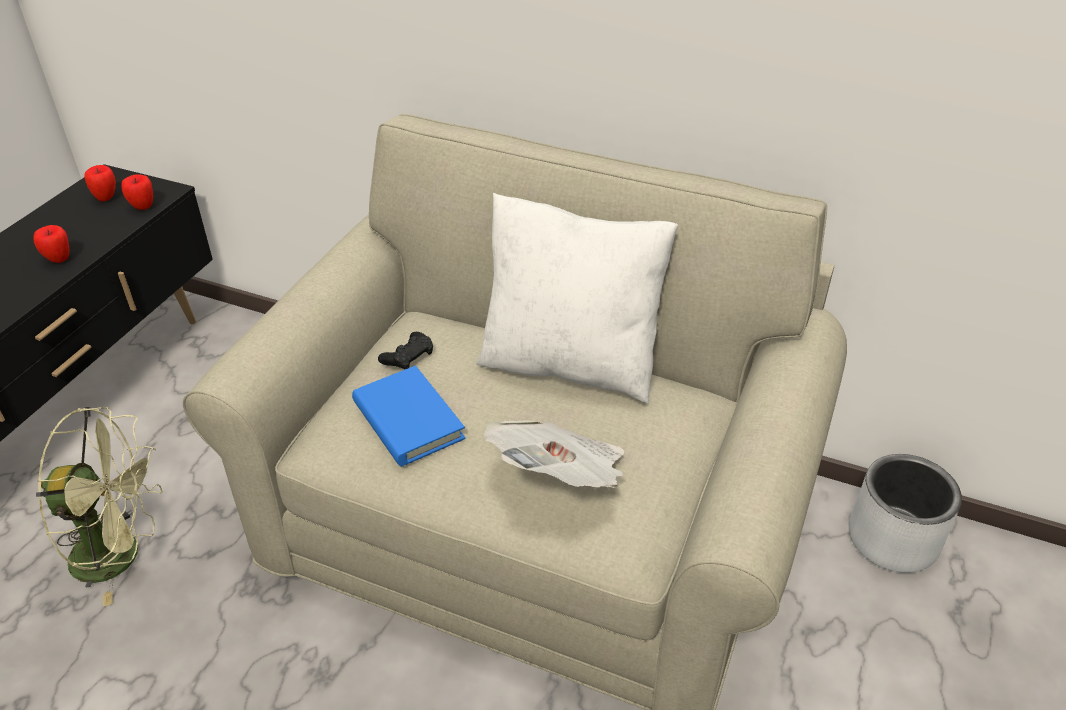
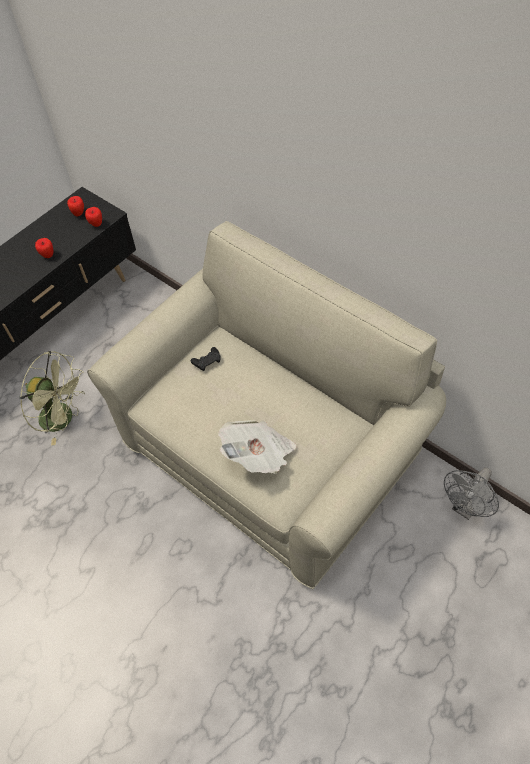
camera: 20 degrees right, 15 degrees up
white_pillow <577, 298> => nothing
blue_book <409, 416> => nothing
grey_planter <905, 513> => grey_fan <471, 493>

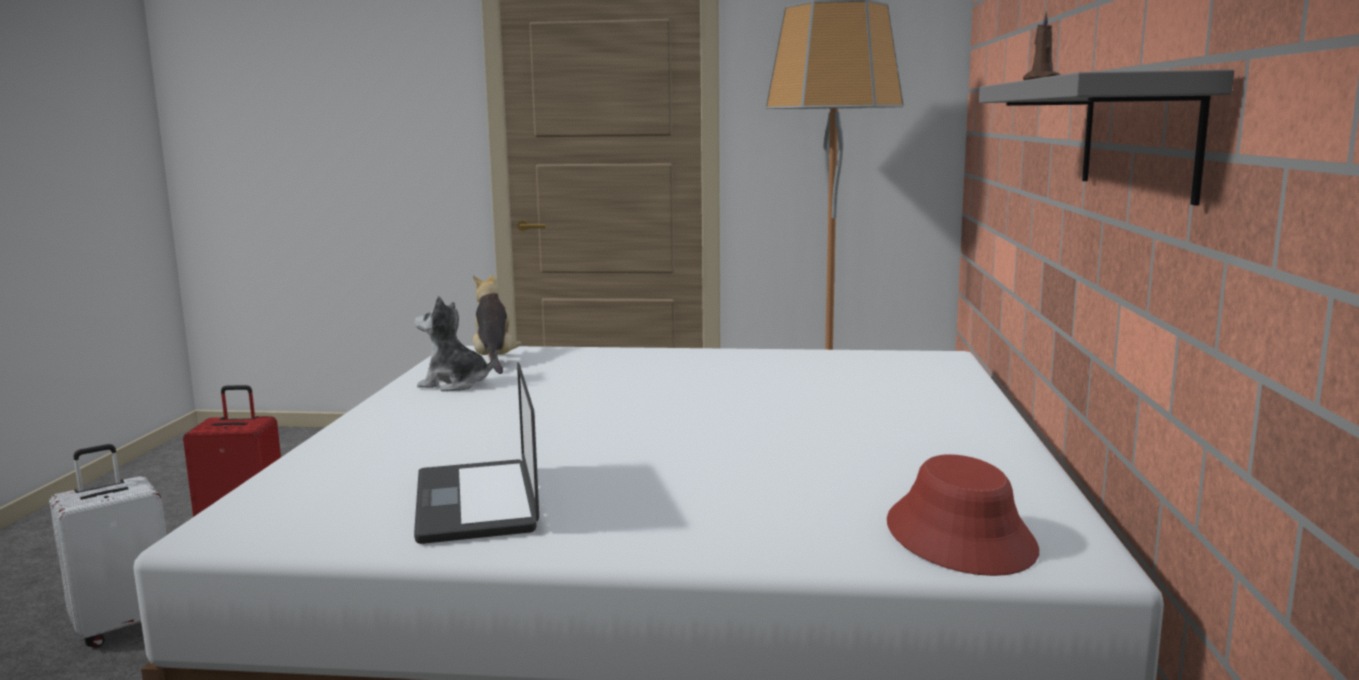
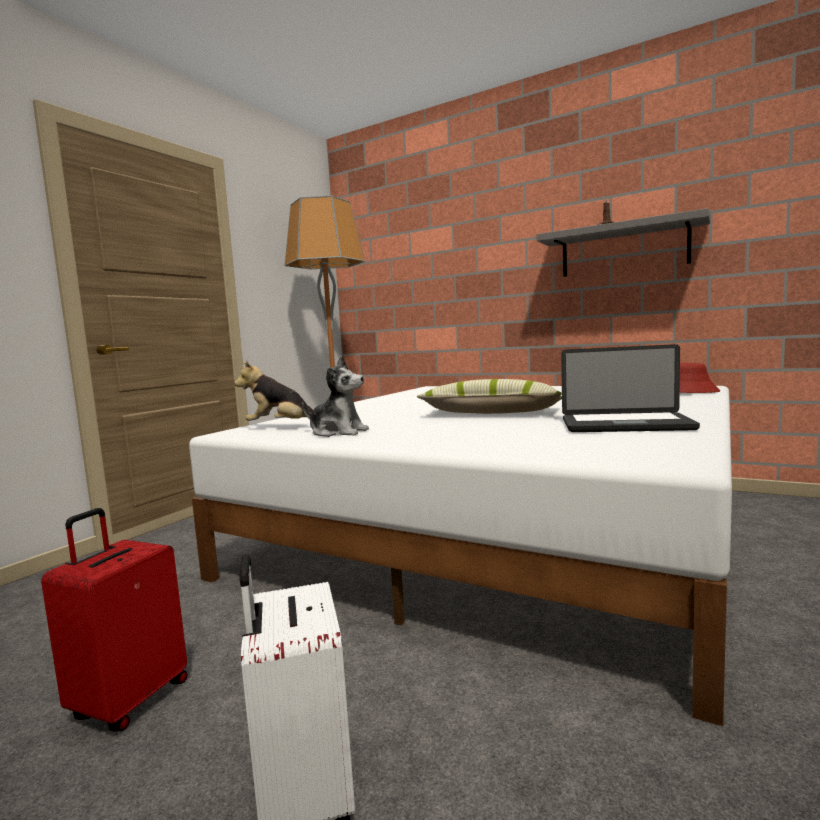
camera: 65 degrees left, 5 degrees down
plush_toy <456, 343> => plush_toy <335, 396>, 105 degrees counterclockwise
nothing => pillow <489, 396>

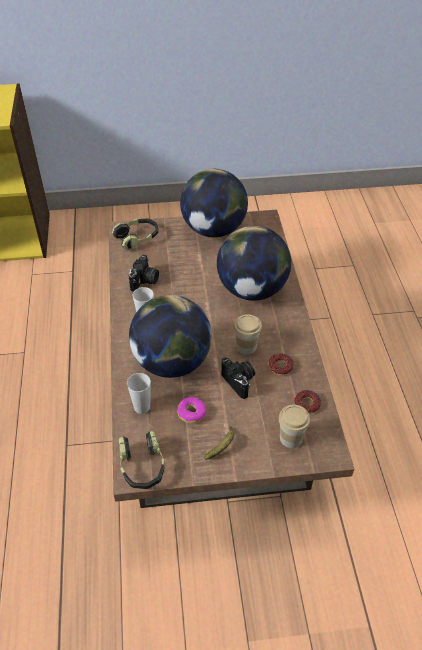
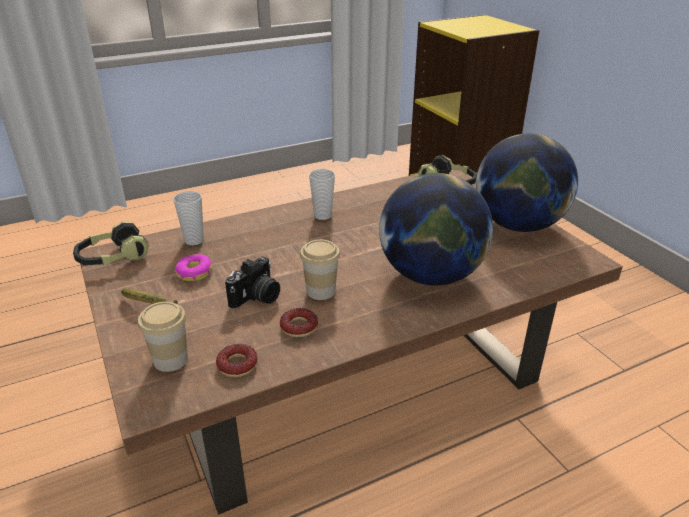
camera: 70 degrees right, 15 degrees down
photo_camera <143, 273> => nothing
globe <170, 336> => nothing

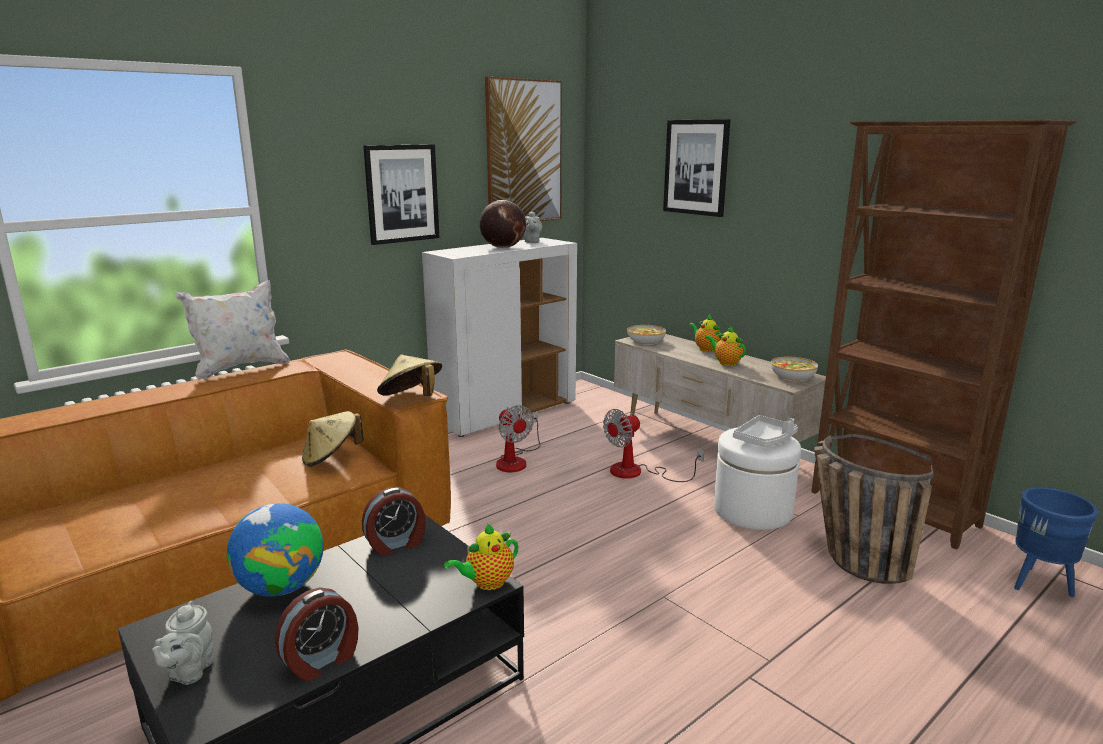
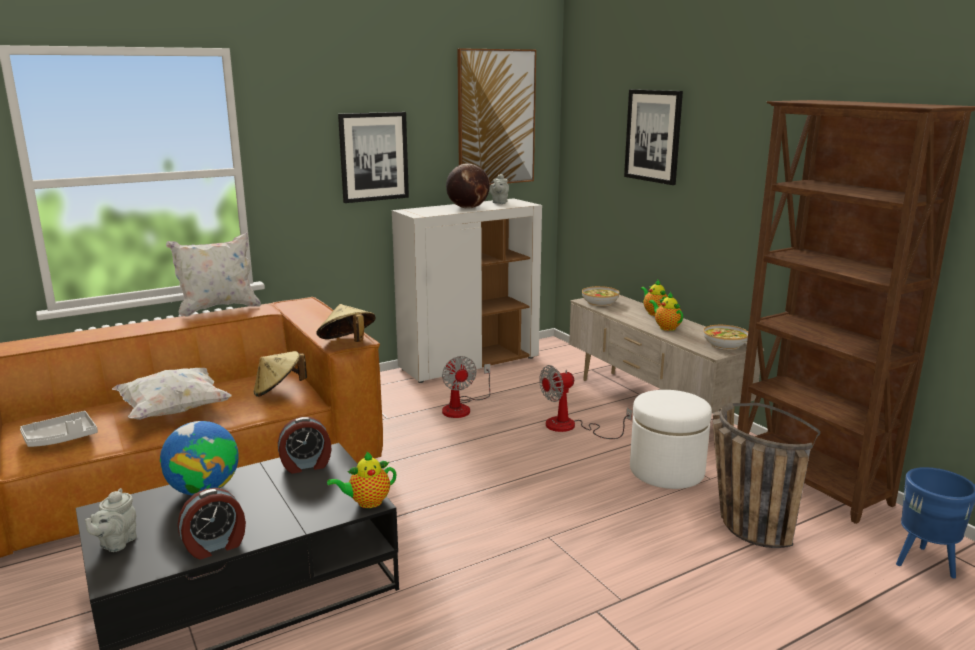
camera: 10 degrees right, 0 degrees up
grey_tray <765, 431> => grey_tray <59, 429>, move
nothing => white_pillow <172, 394>

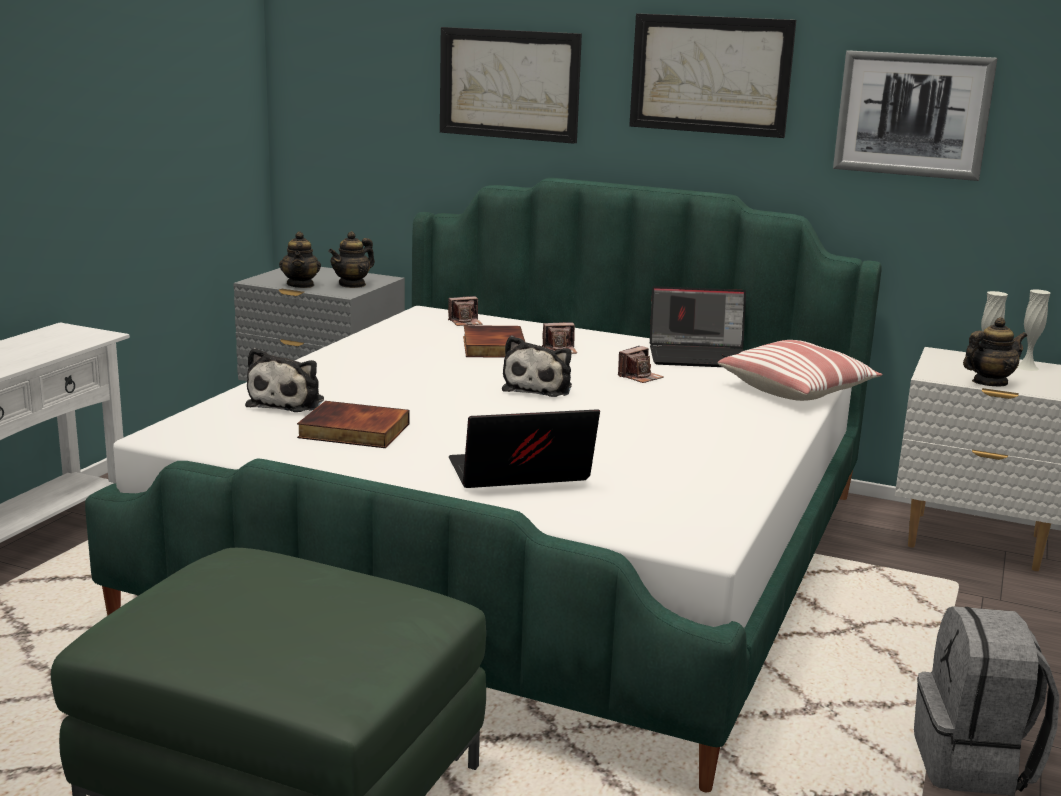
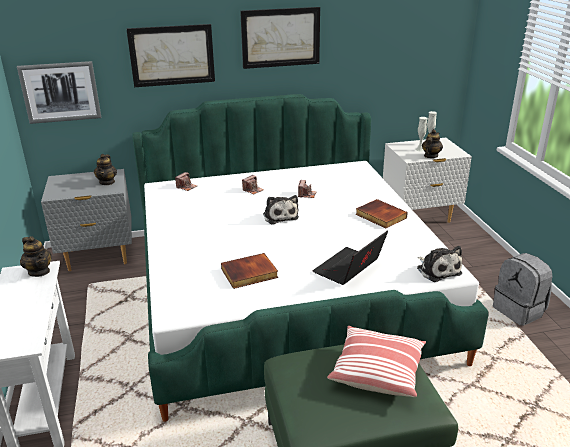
camera: 35 degrees left, 10 degrees up
picture <915, 115> => picture <59, 92>, move
teapot <300, 259> => teapot <36, 256>, move
laptop <698, 326> => nothing
book <494, 341> => book <382, 213>, move
pillow <800, 370> => pillow <376, 361>, move
plush_toy <284, 380> => plush_toy <439, 264>, move

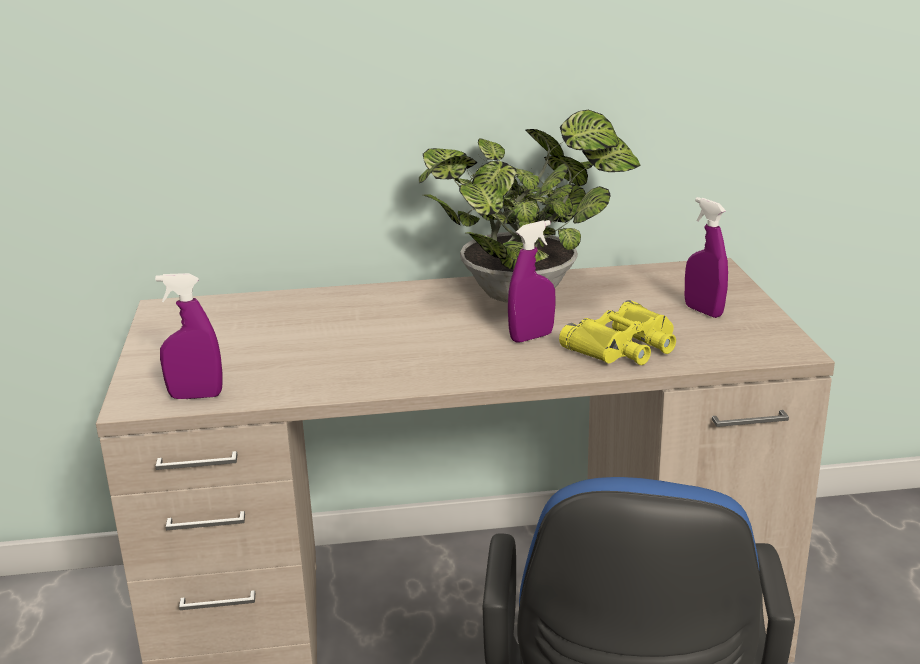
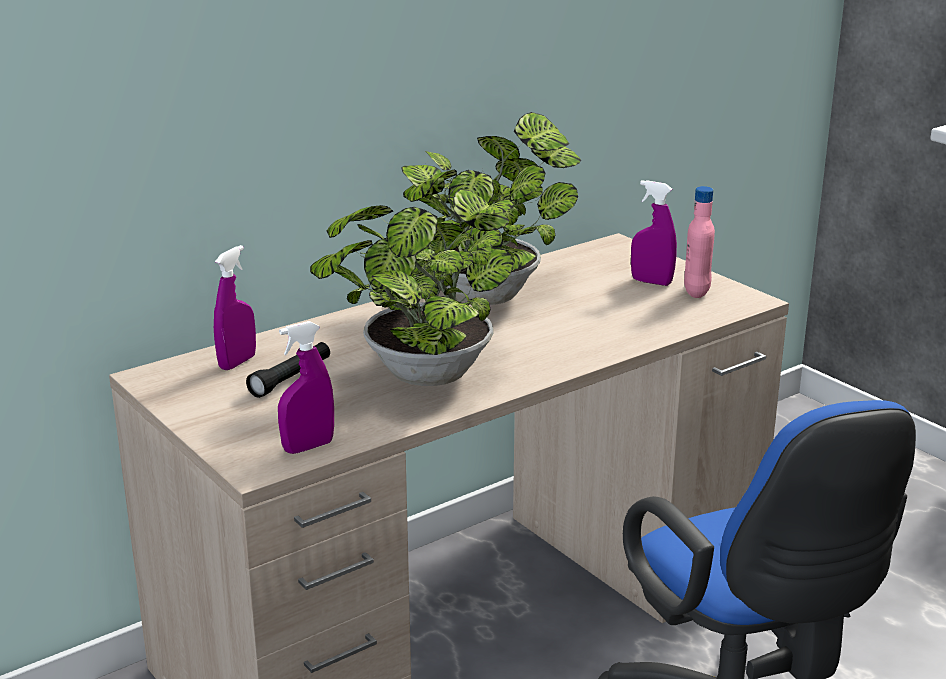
camera: 30 degrees left, 0 degrees up
purple_spray_bottle <532, 281> => purple_spray_bottle <235, 307>, move
yellow_binoculars <617, 332> => nothing
nothing => pink_bottle <699, 242>
nothing => potted_plant <412, 287>
nothing => black_flashlight <288, 370>

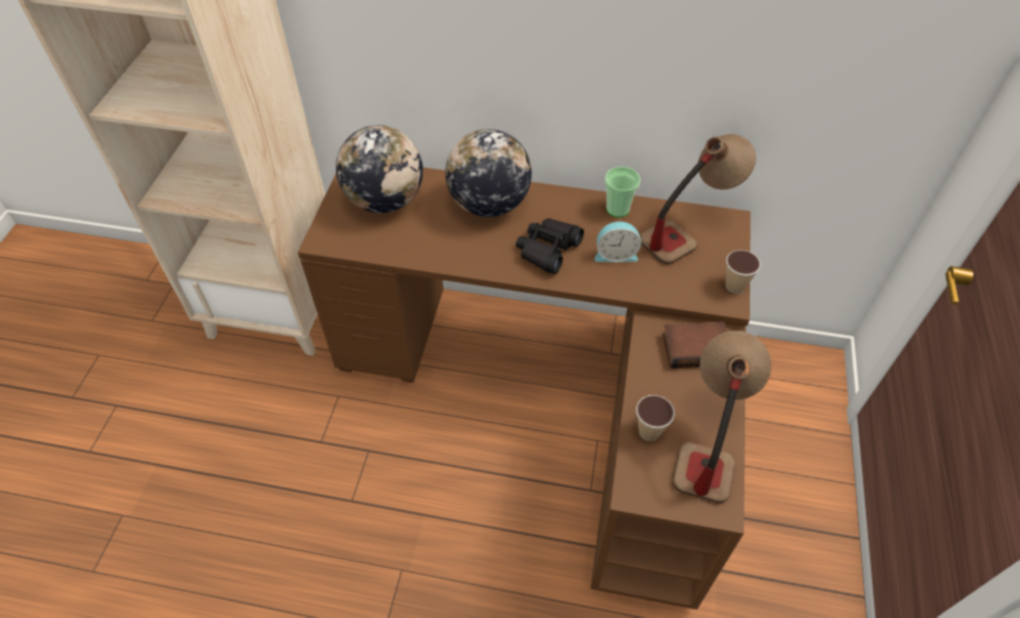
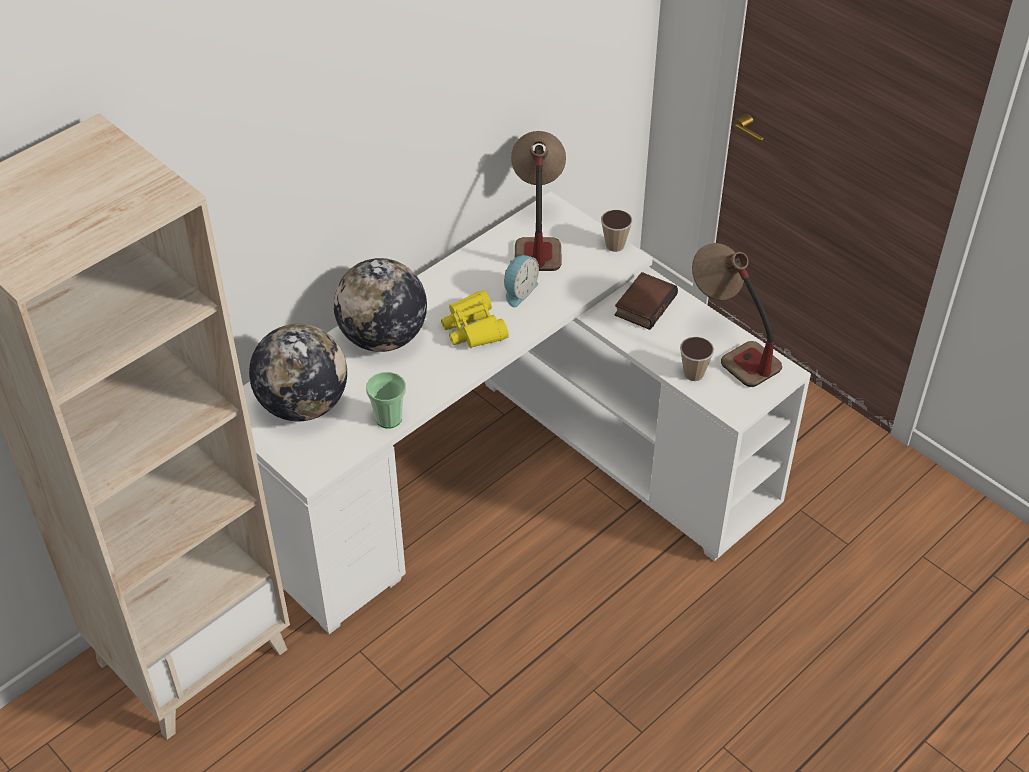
camera: 55 degrees left, 5 degrees down
brown_desk <524, 388> => white_desk <527, 412>
cup <622, 192> => cup <386, 400>, move
black_binoculars <550, 246> => yellow_binoculars <475, 319>

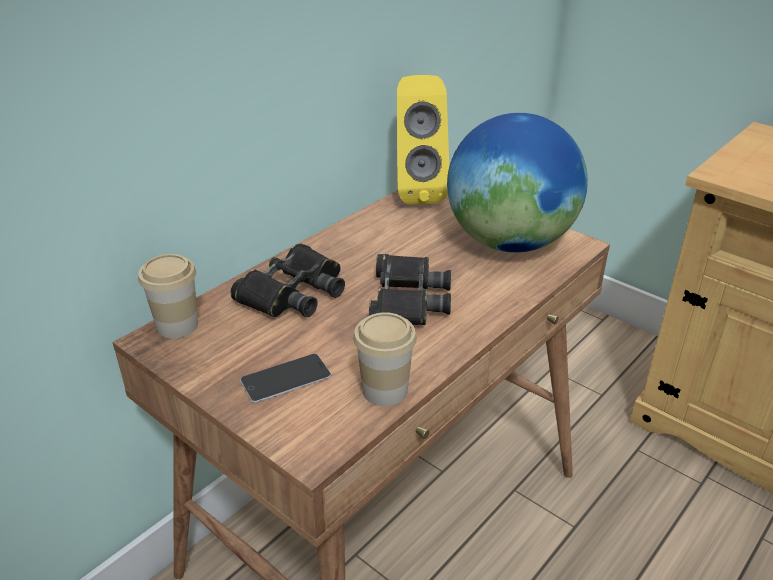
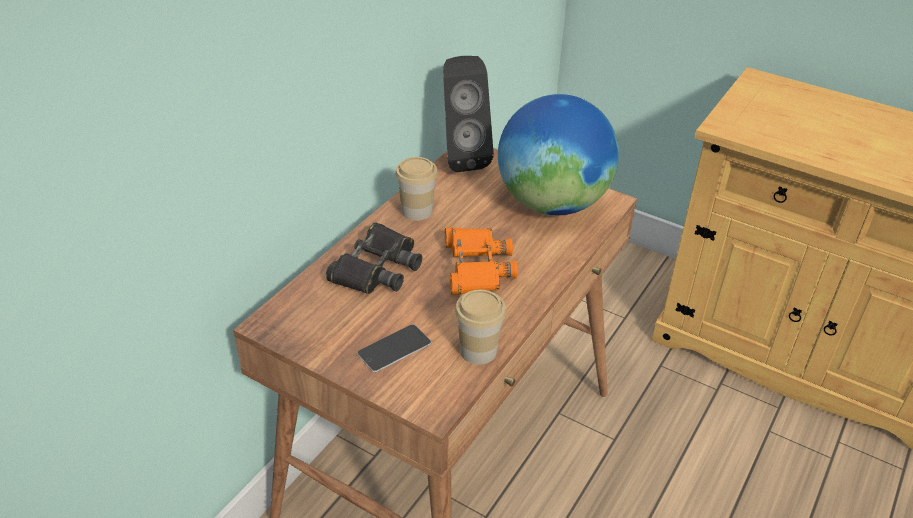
camera: 10 degrees left, 5 degrees up
yellow_speaker <423, 140> => black_speaker <468, 114>
cup <168, 296> => cup <416, 189>, move
black_binoculars <410, 289> => orange_binoculars <481, 261>

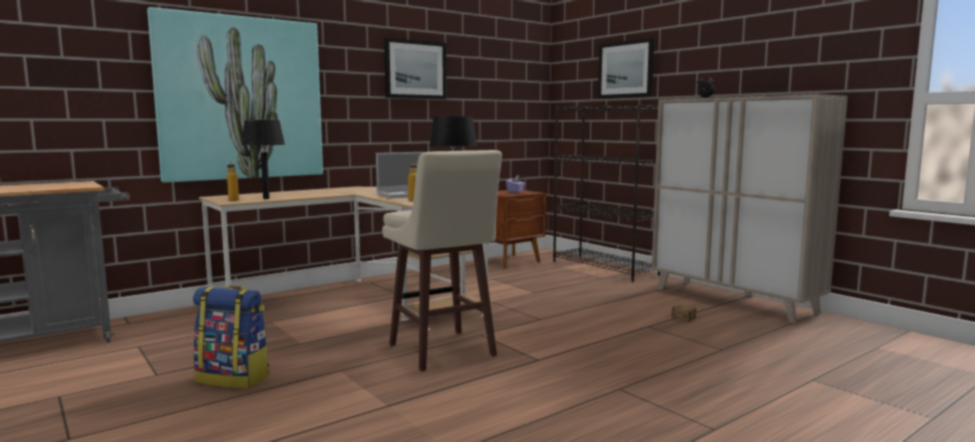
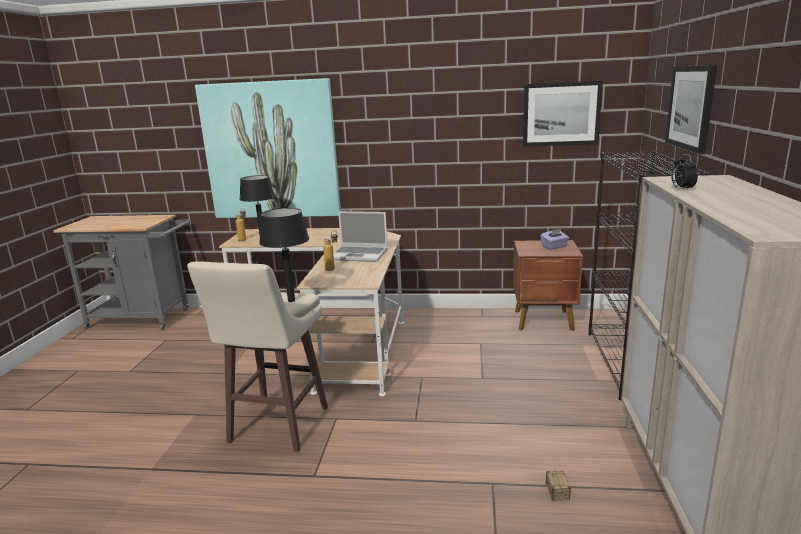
camera: 45 degrees right, 10 degrees up
picture <415, 68> => picture <563, 114>, move
backpack <231, 337> => nothing

